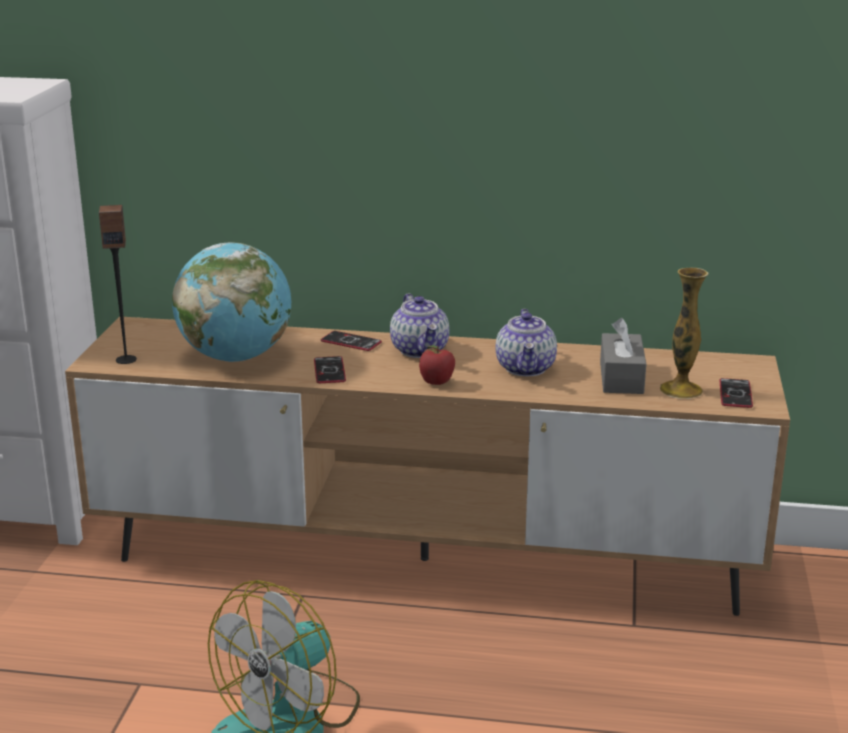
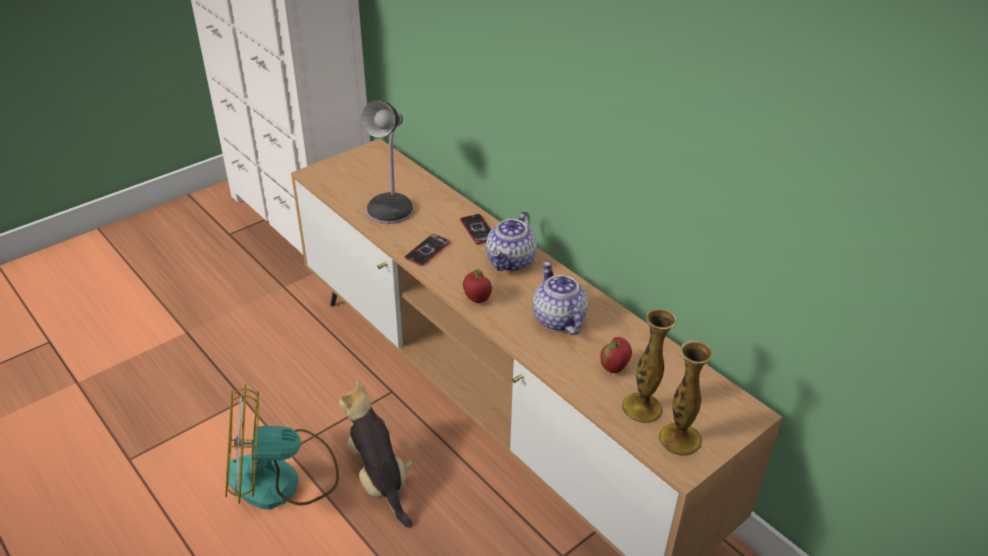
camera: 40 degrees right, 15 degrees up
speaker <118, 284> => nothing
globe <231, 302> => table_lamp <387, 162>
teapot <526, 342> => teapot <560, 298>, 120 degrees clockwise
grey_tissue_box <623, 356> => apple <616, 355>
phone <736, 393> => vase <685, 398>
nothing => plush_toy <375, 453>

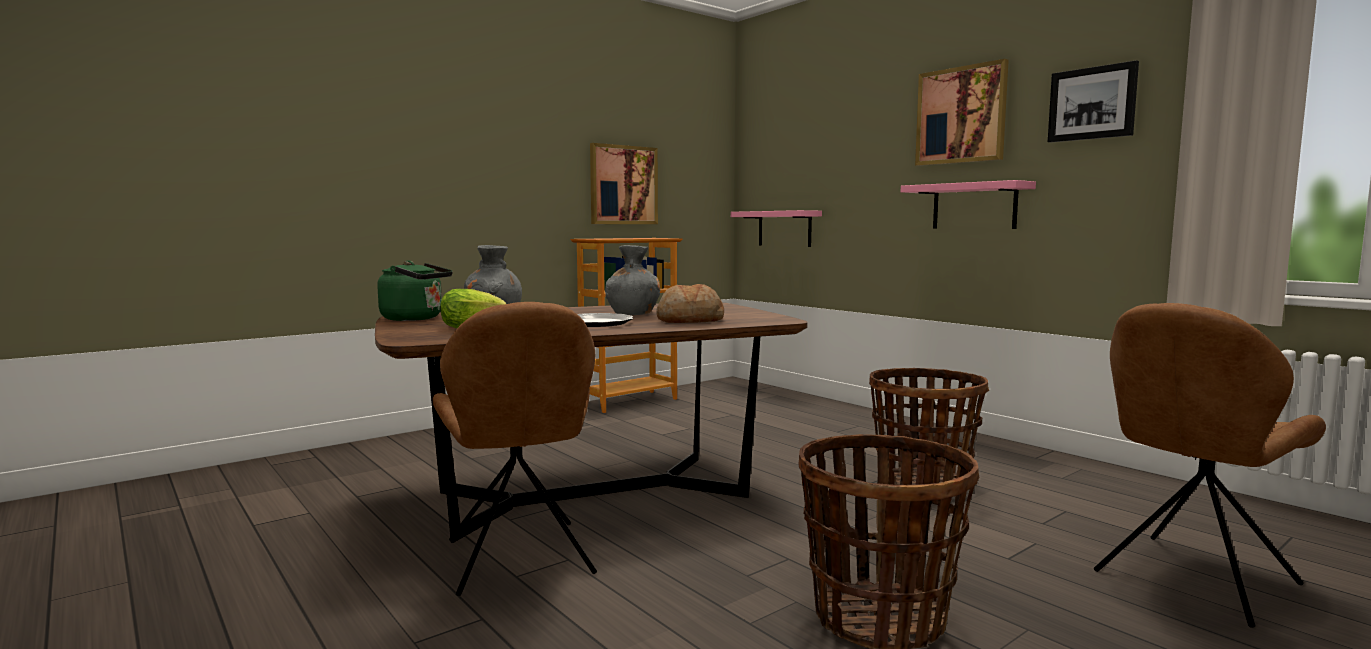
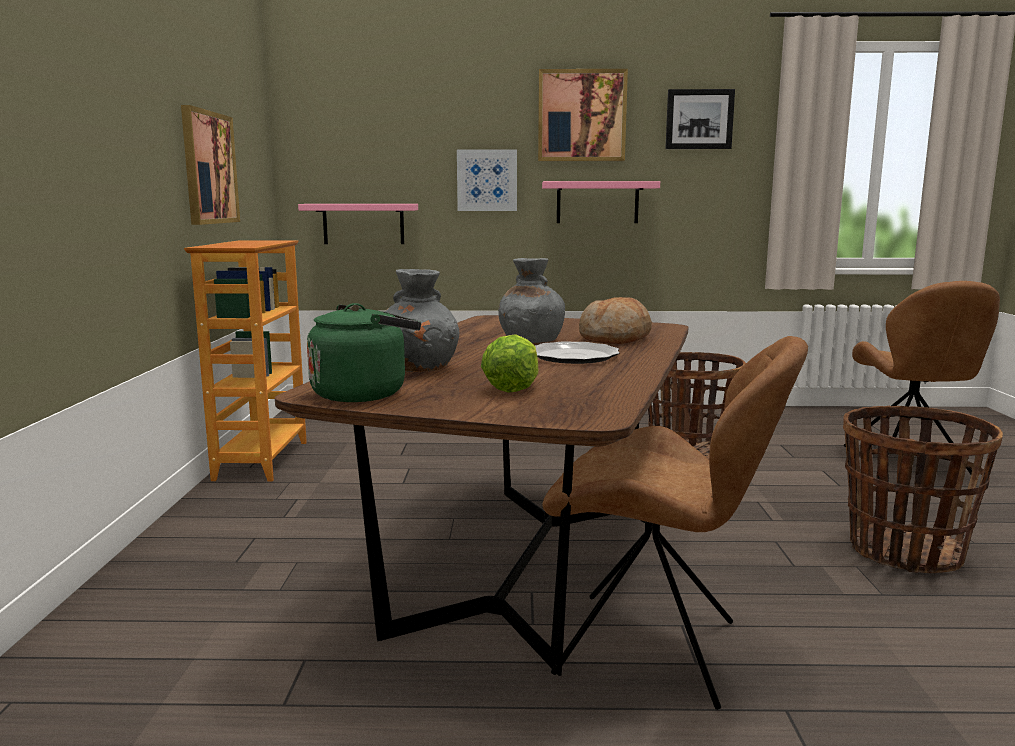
camera: 50 degrees left, 5 degrees up
nothing => picture <487, 180>

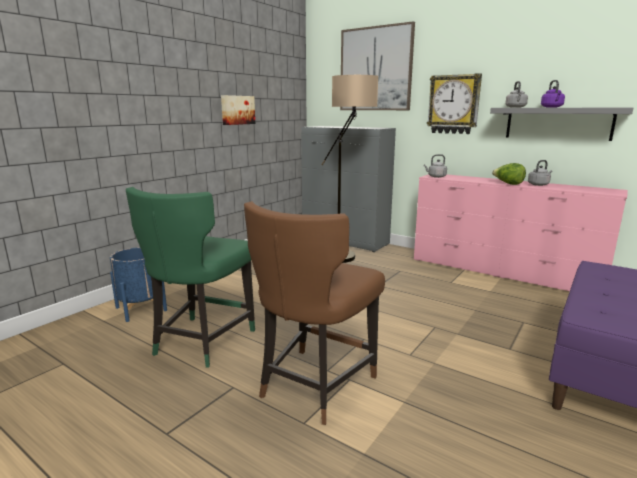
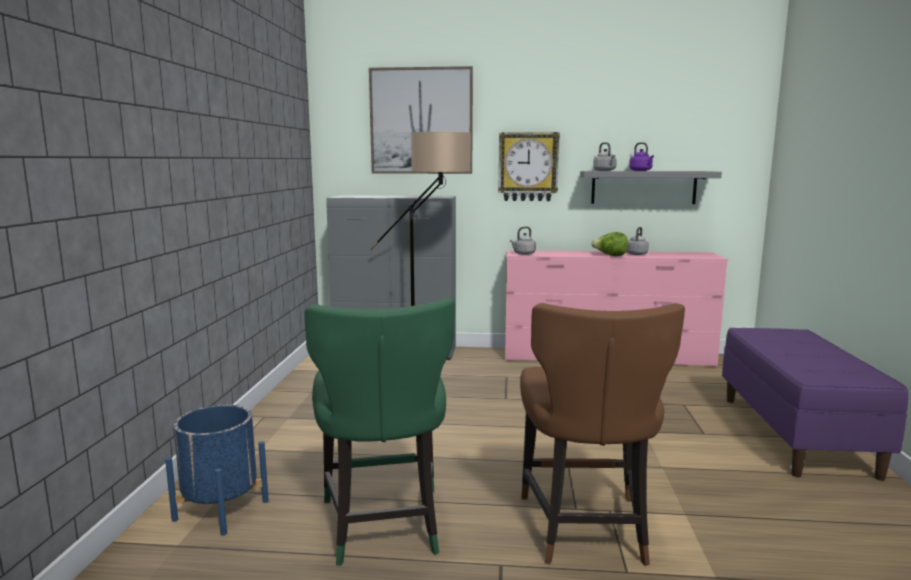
camera: 30 degrees left, 5 degrees down
picture <238, 110> => nothing

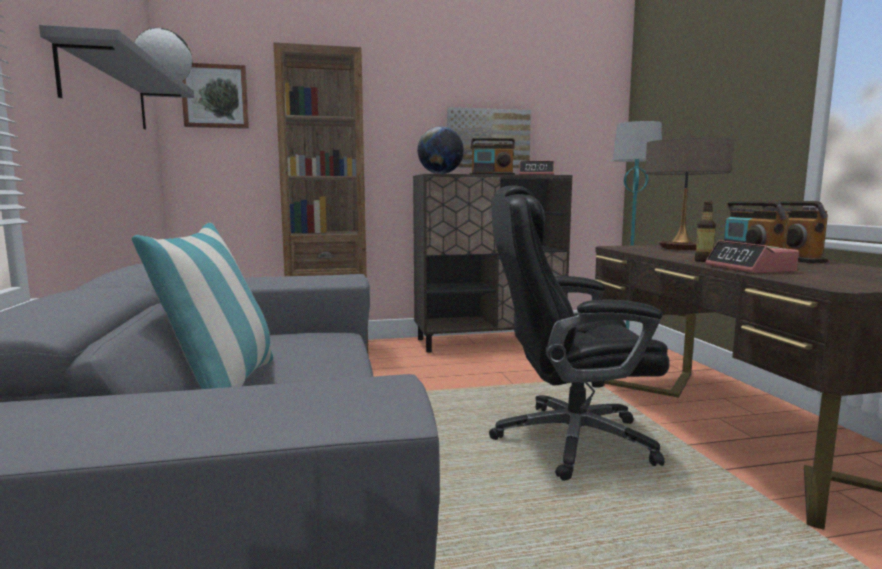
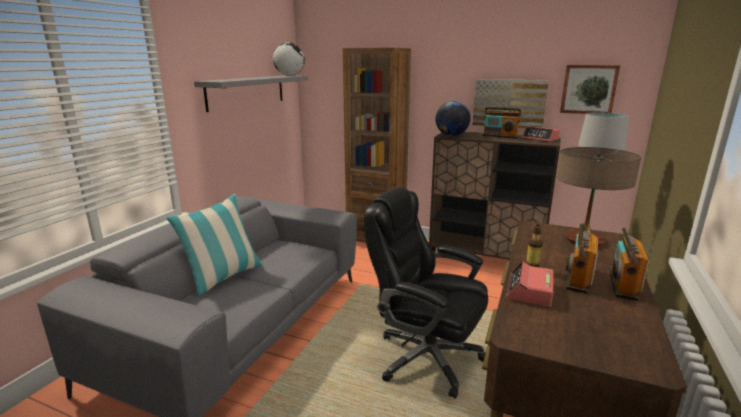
camera: 35 degrees right, 10 degrees up
picture <215, 96> => picture <590, 89>, move

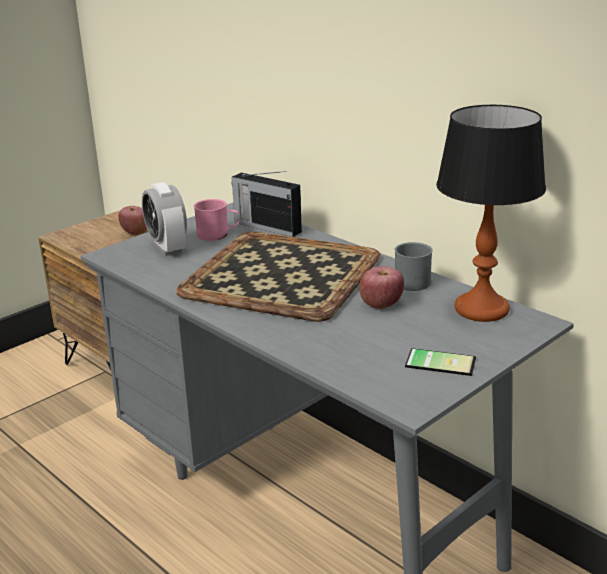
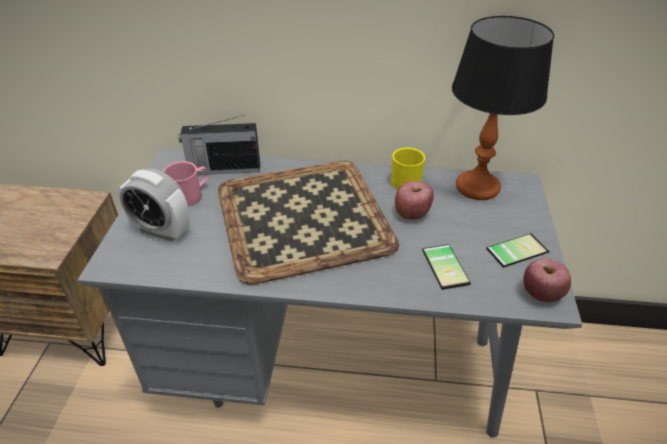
camera: 40 degrees left, 15 degrees up
apple <132, 220> => apple <547, 280>, move
grey_mug <414, 266> => yellow_mug <408, 168>
nothing => phone <446, 267>

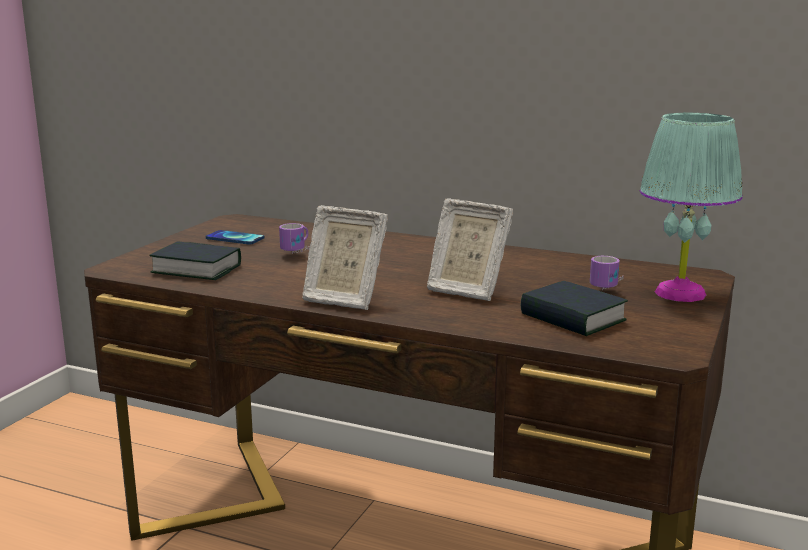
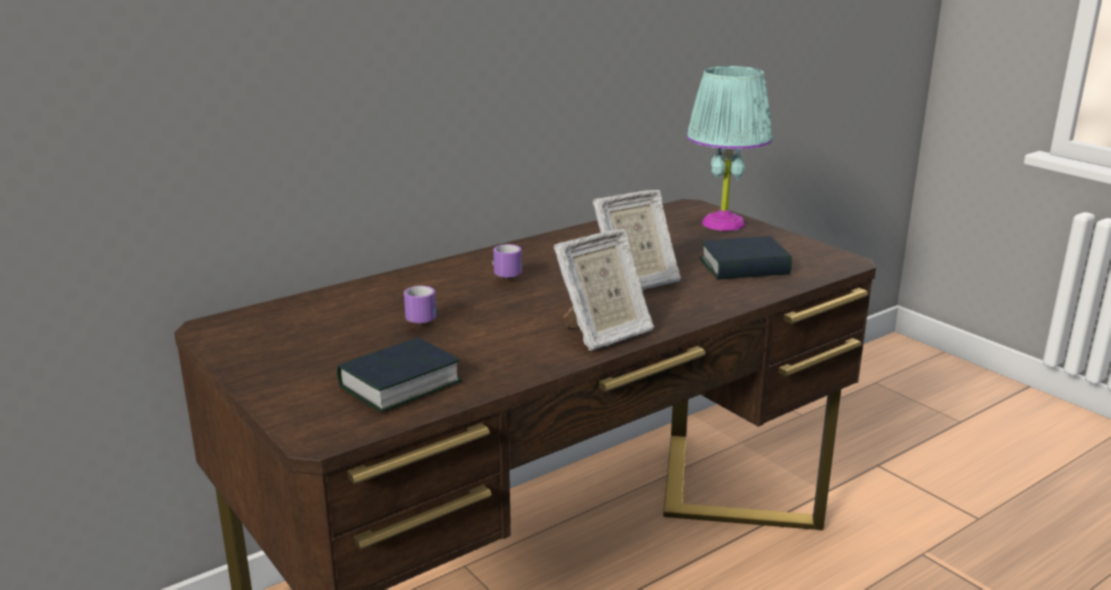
camera: 60 degrees left, 5 degrees up
phone <235, 237> => nothing
mug <607, 273> => mug <507, 262>, move

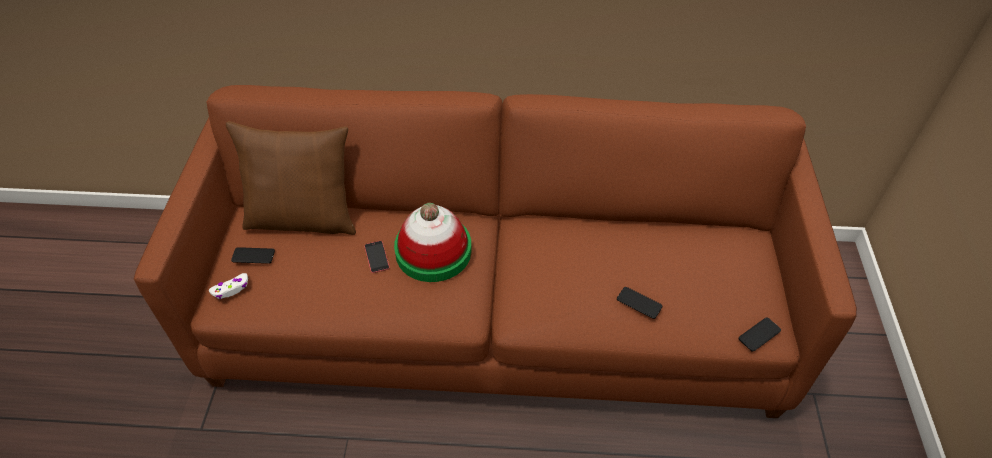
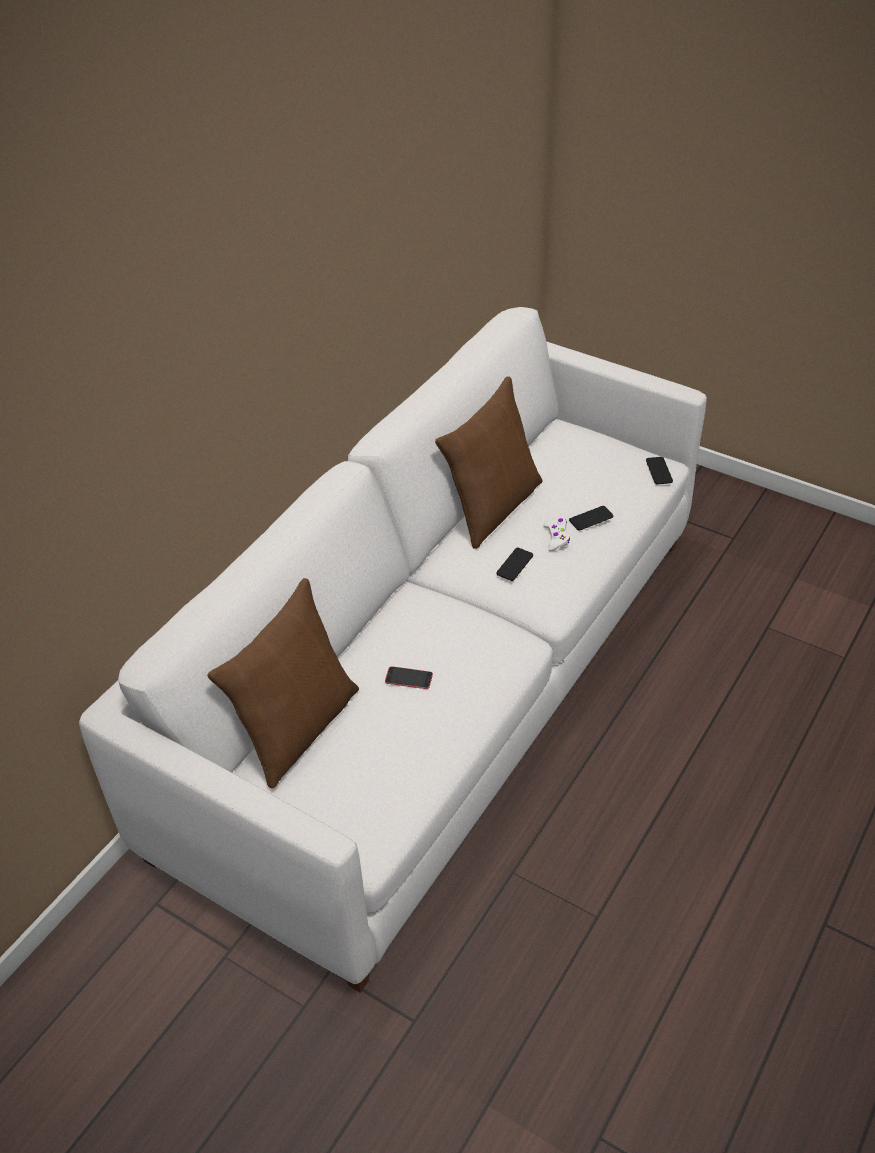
camera: 60 degrees left, 5 degrees down
brown_sofa <495, 251> => white_sofa <393, 650>
hat <433, 242> => nothing
phone <253, 255> => phone <514, 564>, move
white_game_controller <228, 286> => white_game_controller <556, 534>, move
nothing => brown_pillow <489, 463>

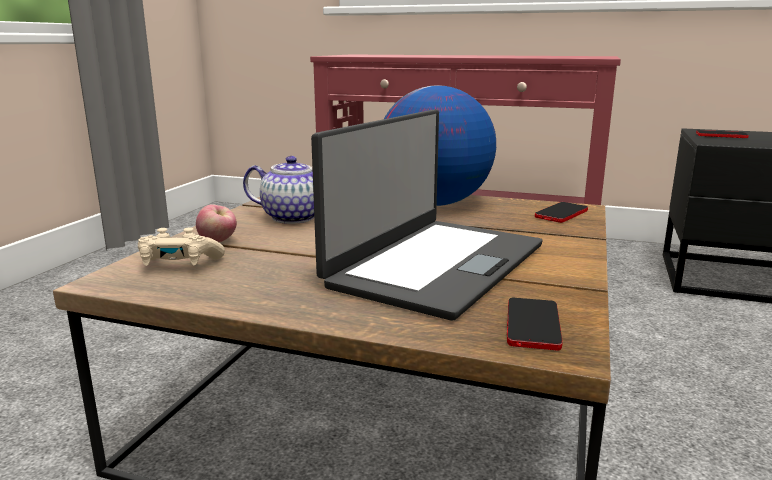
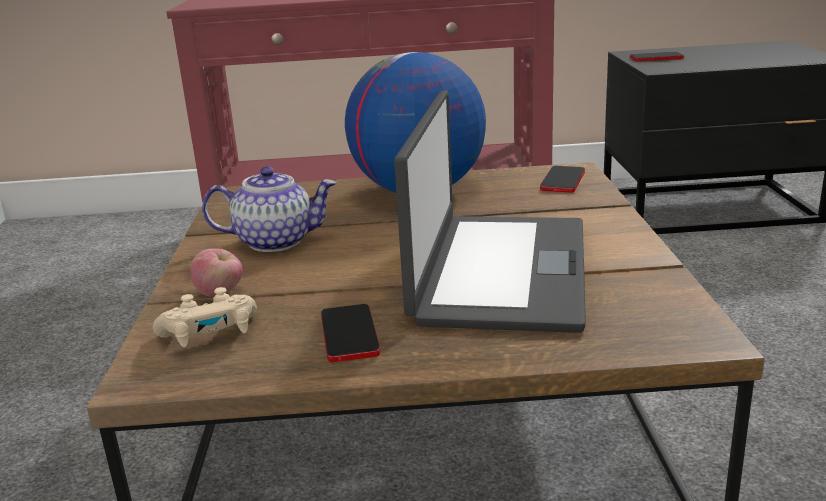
camera: 20 degrees left, 5 degrees up
phone <535, 324> => phone <350, 333>, move

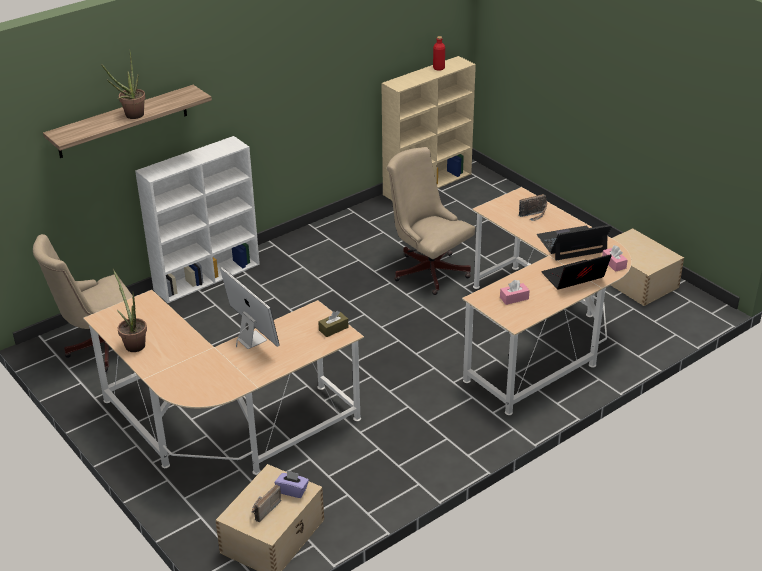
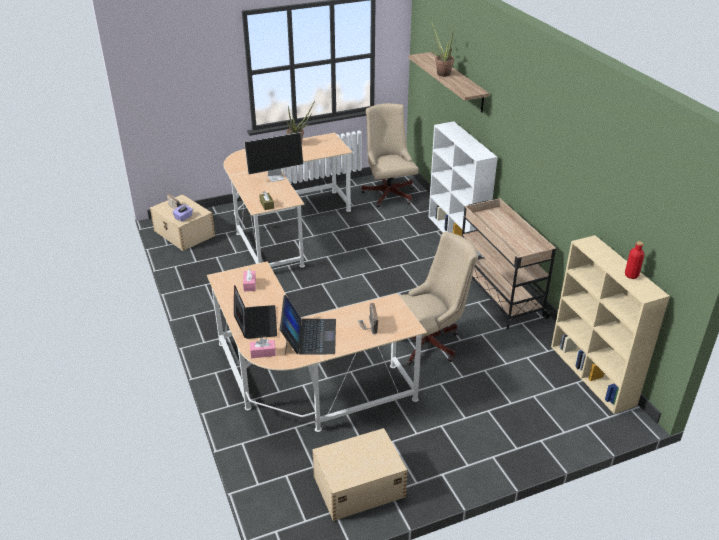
camera: 105 degrees right, 0 degrees up
nothing => beige_cart <509, 263>

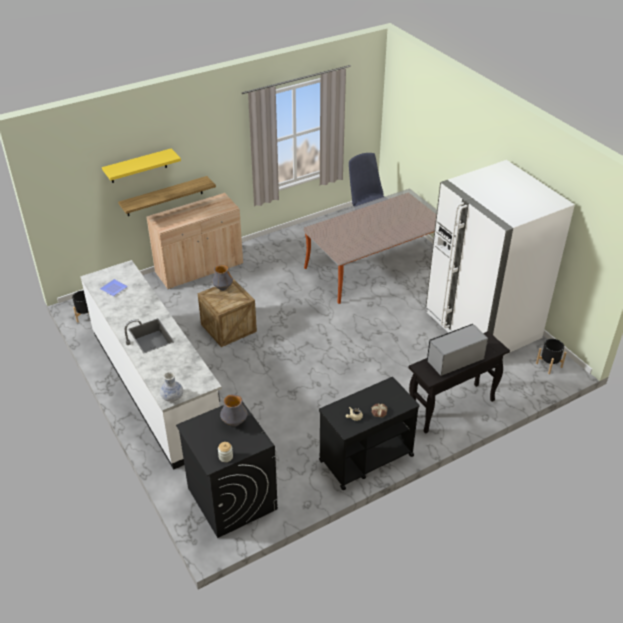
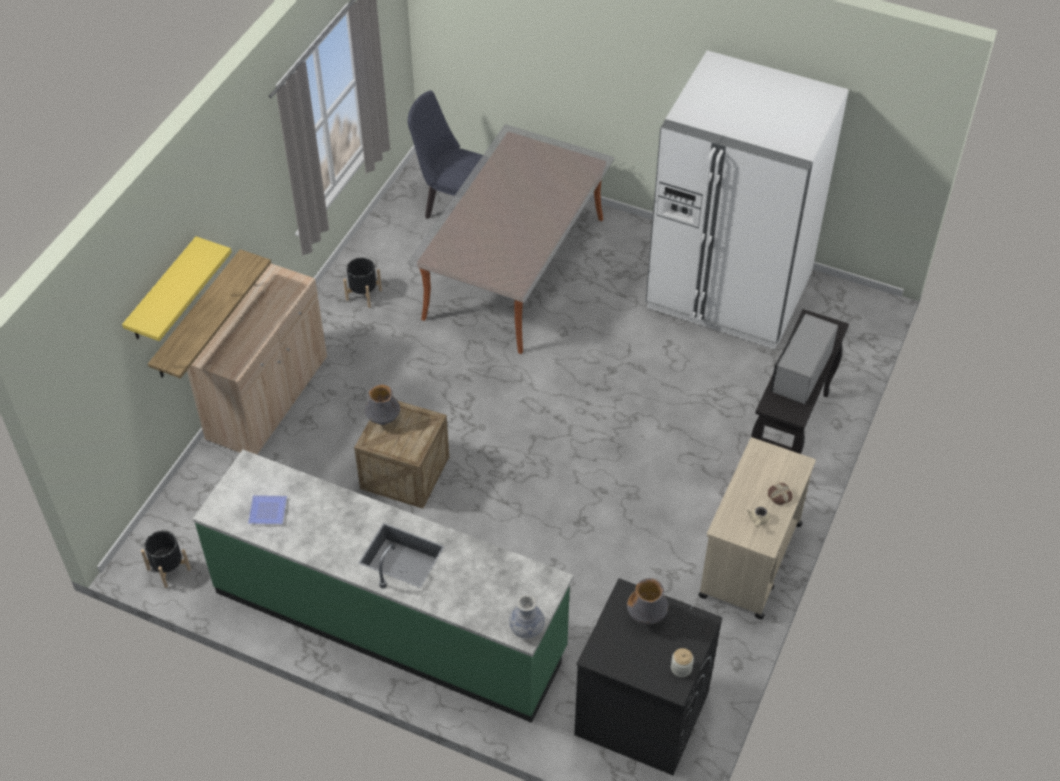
camera: 35 degrees left, 10 degrees up
white_counter <151, 365> => green_counter <383, 586>
black_planter <551, 356> => black_planter <362, 283>, move
black_cart <369, 433> => beige_cart <757, 528>

